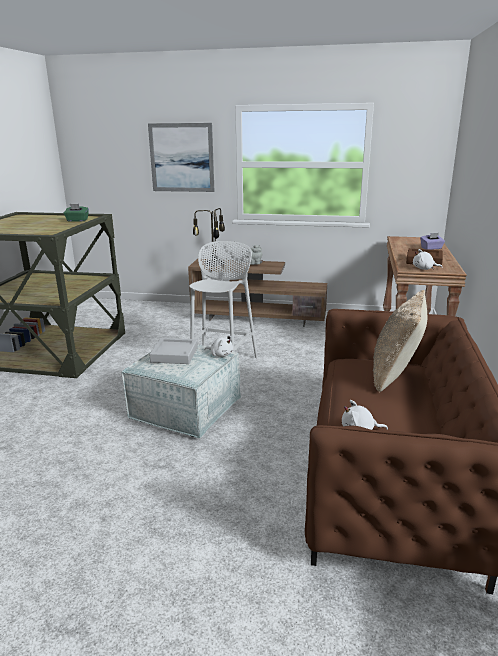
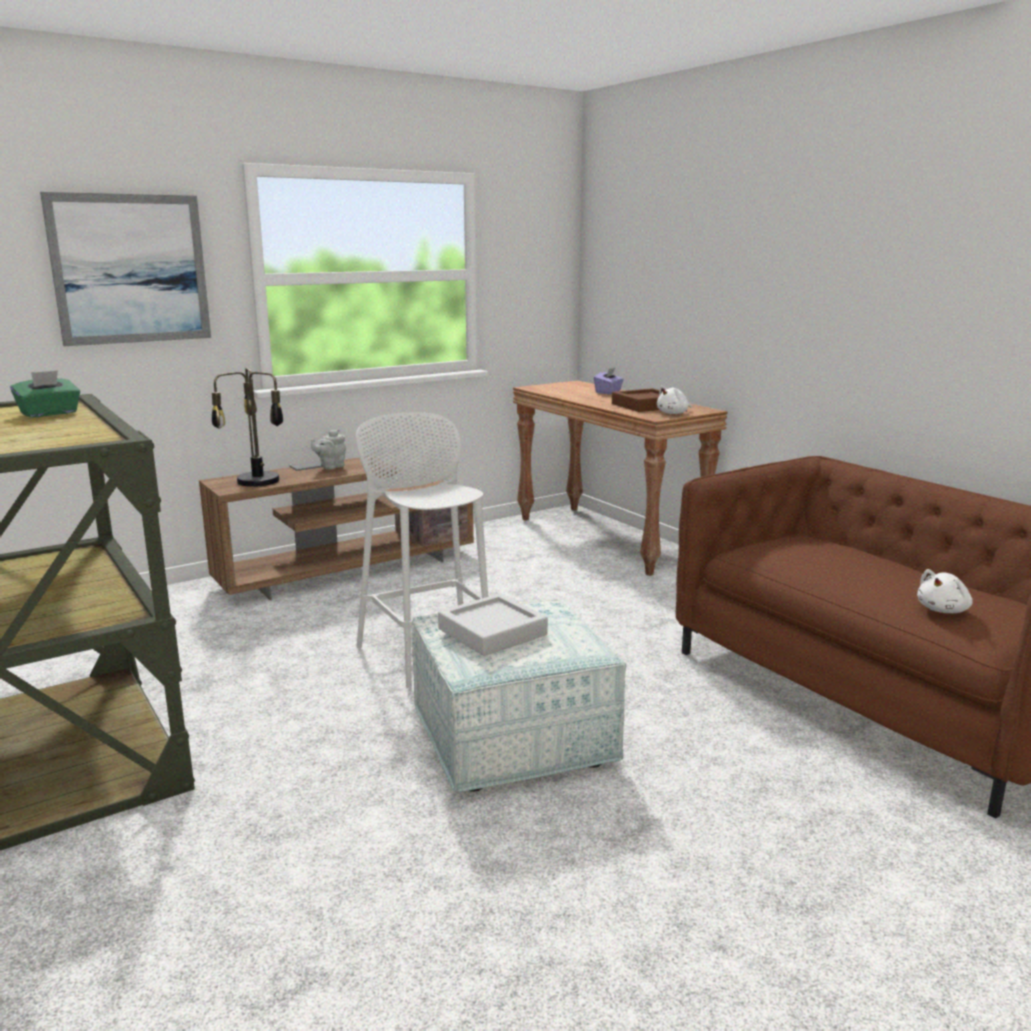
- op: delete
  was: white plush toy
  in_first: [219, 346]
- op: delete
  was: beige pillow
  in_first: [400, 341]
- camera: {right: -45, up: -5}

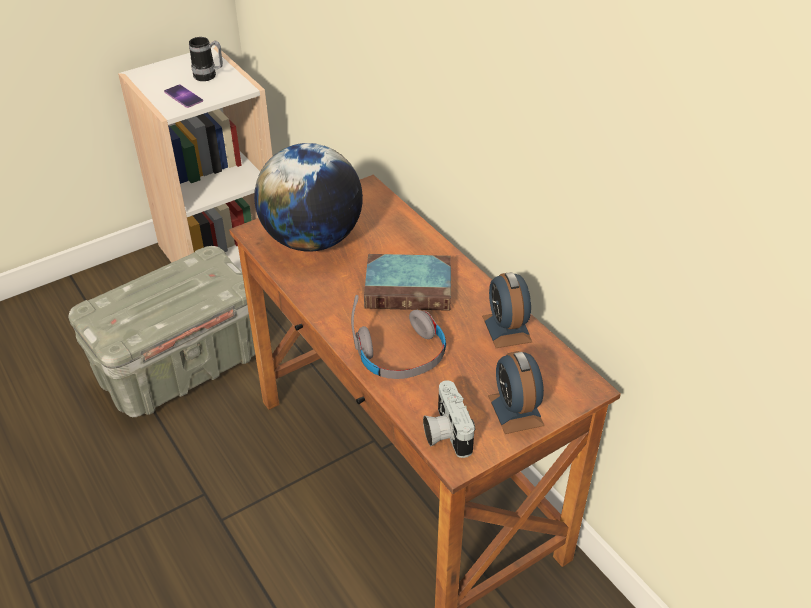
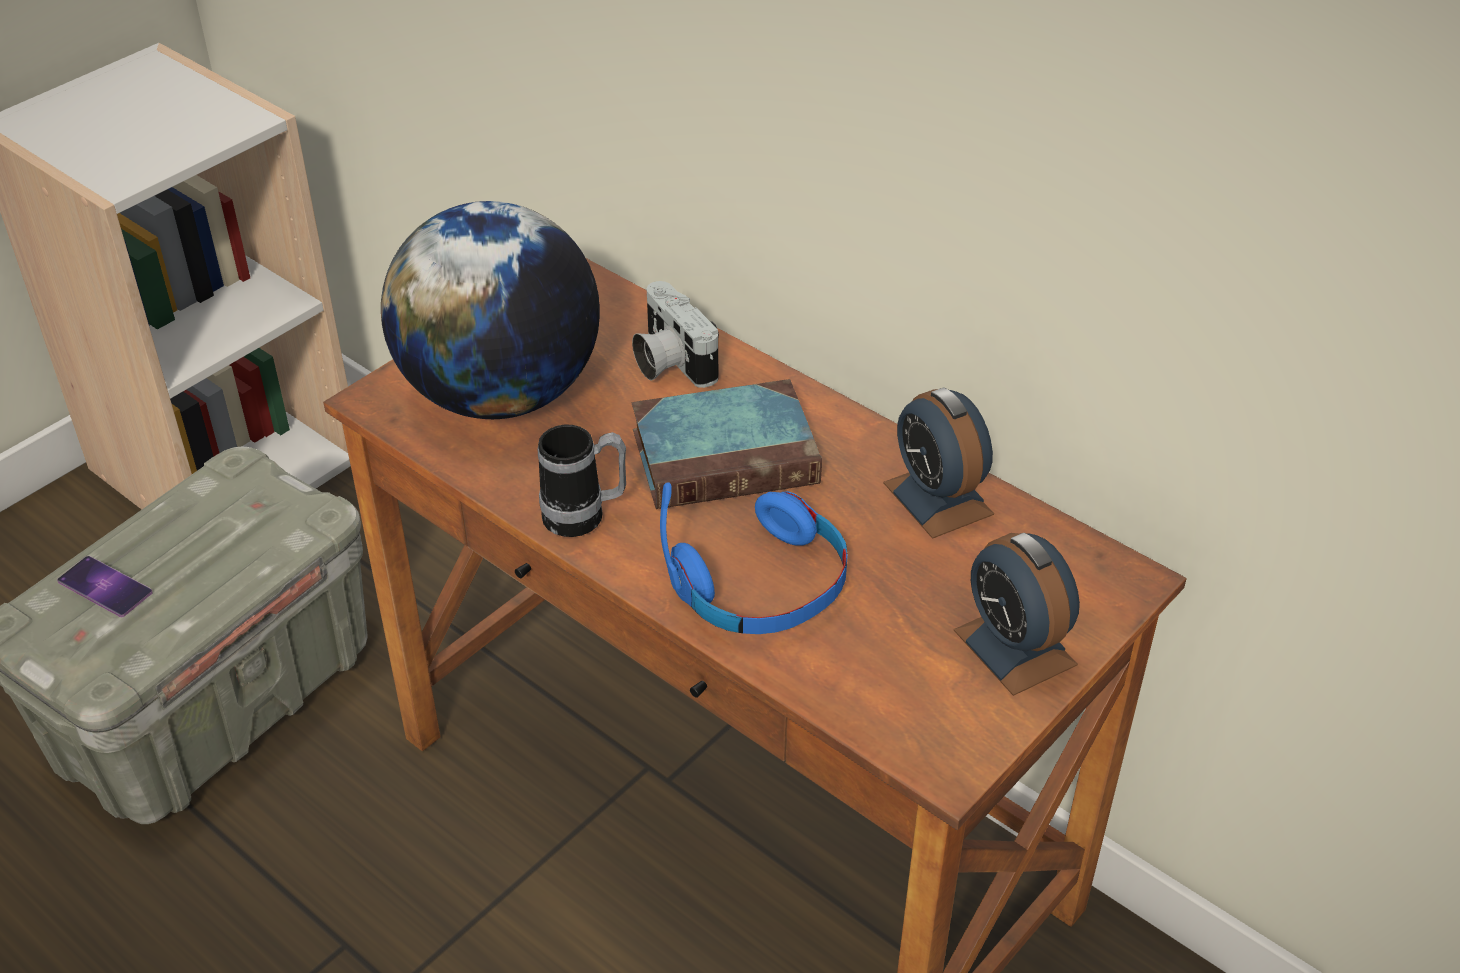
- op: move
  was: phone
  in_first: [183, 96]
  in_second: [104, 586]
- op: move
  was: mug
  in_first: [206, 59]
  in_second: [582, 481]
- op: recolor
  was: grey headphones
  now: blue headphones
  in_first: [398, 337]
  in_second: [754, 558]
- op: move
  was: photo camera
  in_first: [449, 419]
  in_second: [675, 334]
- camera: {right: -15, up: 0}

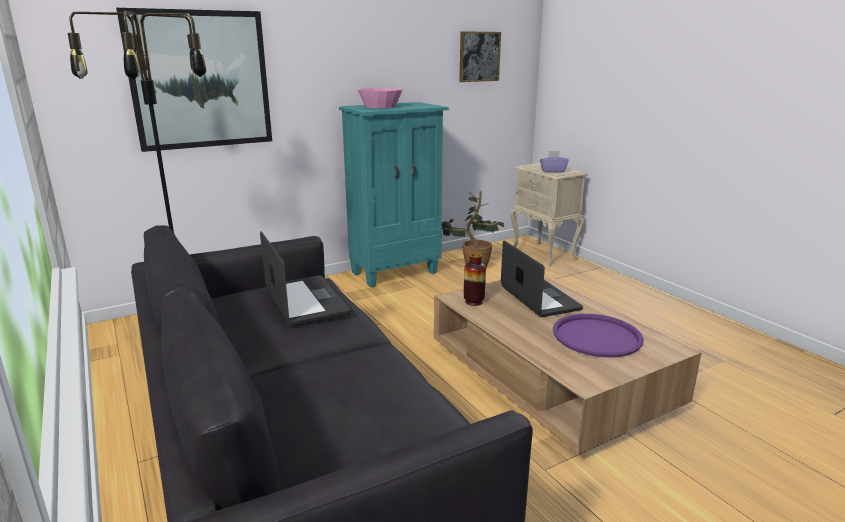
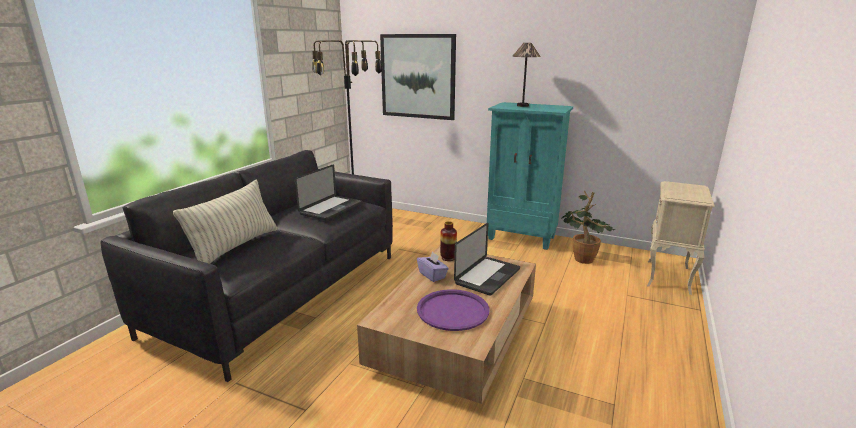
- op: replace
  was: pink bowl
  now: table lamp
  in_first: [380, 98]
  in_second: [526, 75]
- op: delete
  was: picture
  in_first: [480, 56]
- op: move
  was: purple tissue box
  in_first: [554, 162]
  in_second: [433, 267]
- op: insert
  now: pillow
  in_second: [225, 221]
- camera: {right: 55, up: 0}

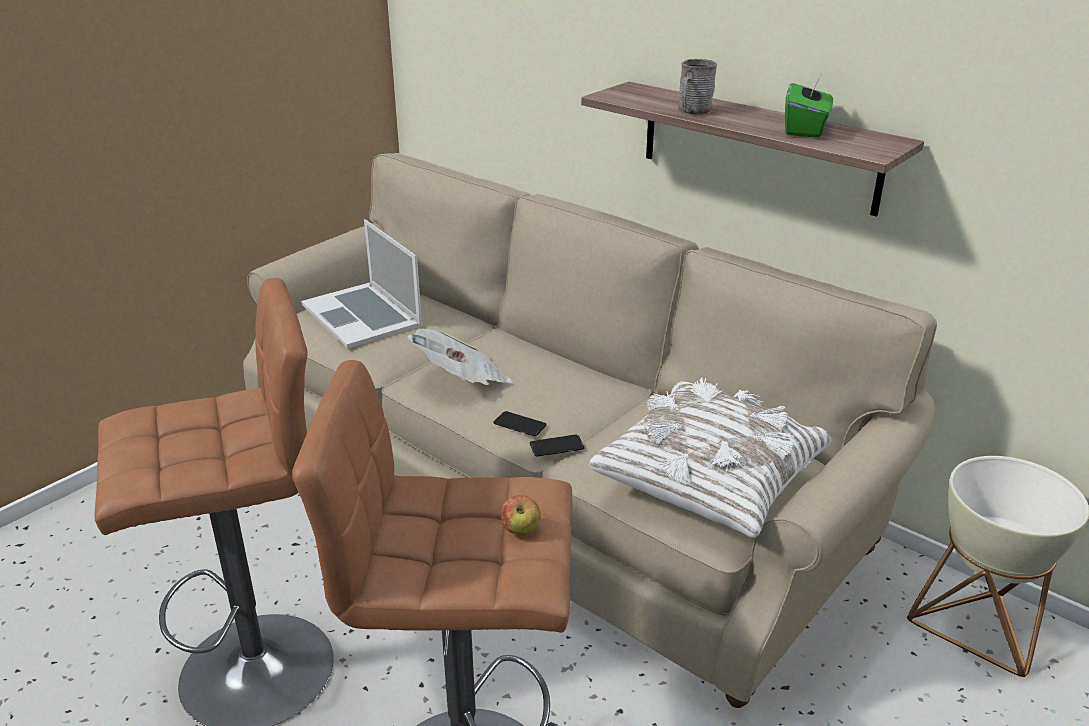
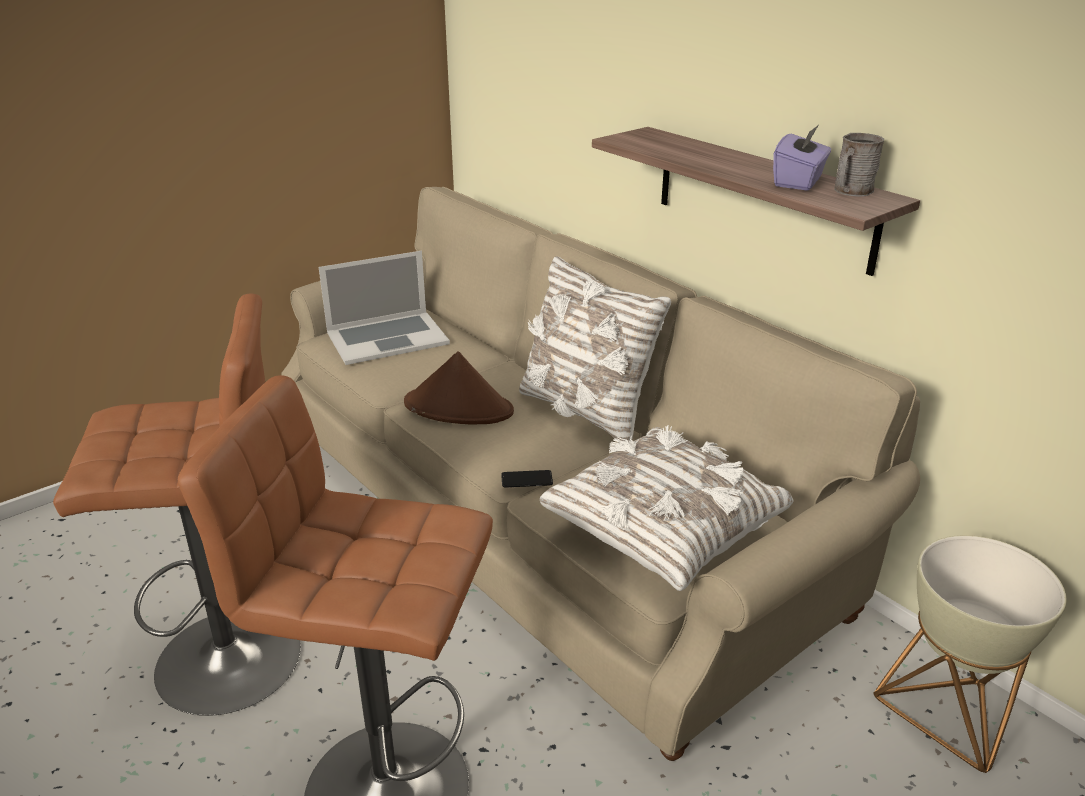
- op: rotate
  was: laptop
  in_first: [361, 284]
  in_second: [384, 308]
  clockwise: -90
- op: replace
  was: newspaper
  now: brown hat
  in_first: [460, 356]
  in_second: [459, 388]
- op: delete
  was: phone
  in_first: [520, 423]
- op: delete
  was: apple
  in_first: [521, 515]
- op: move
  was: grey mug
  in_first: [697, 87]
  in_second: [859, 165]
- op: recolor
  was: green tissue box
  now: purple tissue box
  in_first: [809, 106]
  in_second: [802, 158]
- op: insert
  now: white pillow
  in_second: [595, 349]
- camera: {right: 10, up: 0}

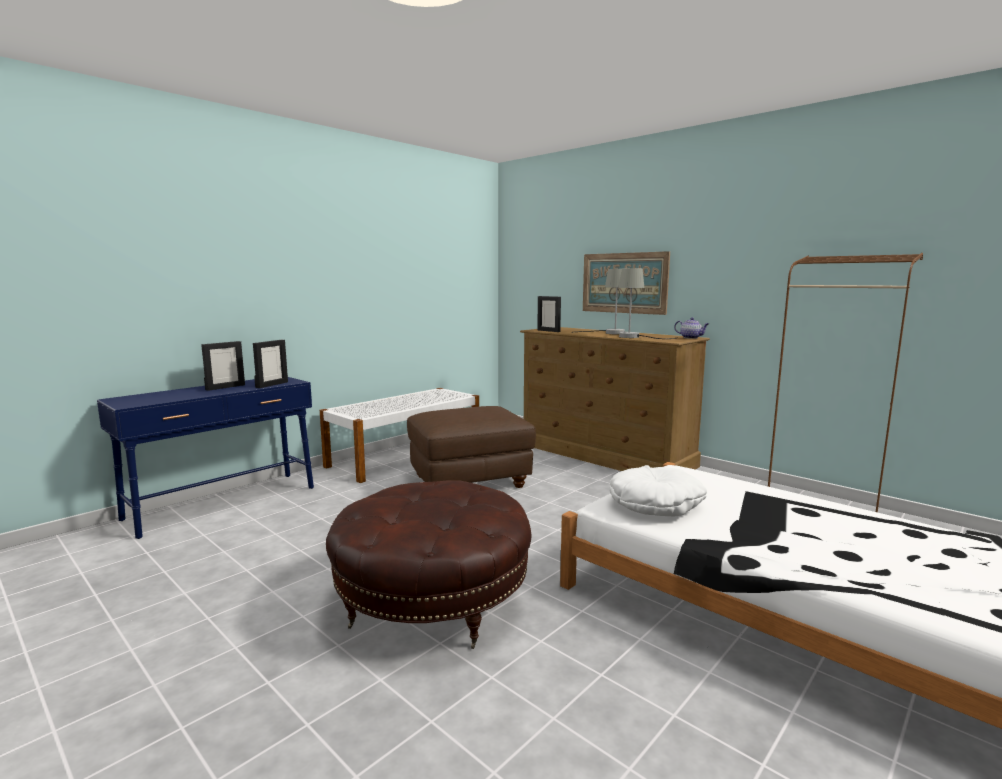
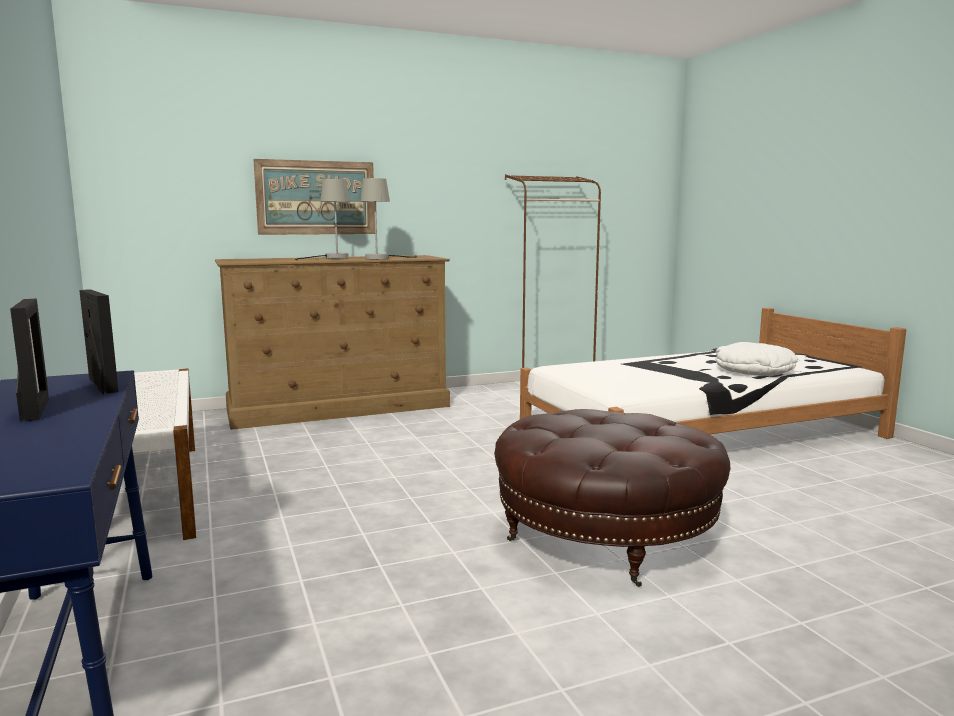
- op: delete
  was: brown ottoman
  in_first: [471, 447]
- op: delete
  was: picture frame
  in_first: [549, 314]
- op: move
  was: white pillow
  in_first: [658, 490]
  in_second: [757, 359]
- op: delete
  was: teapot
  in_first: [691, 328]
- camera: {right: -65, up: 0}

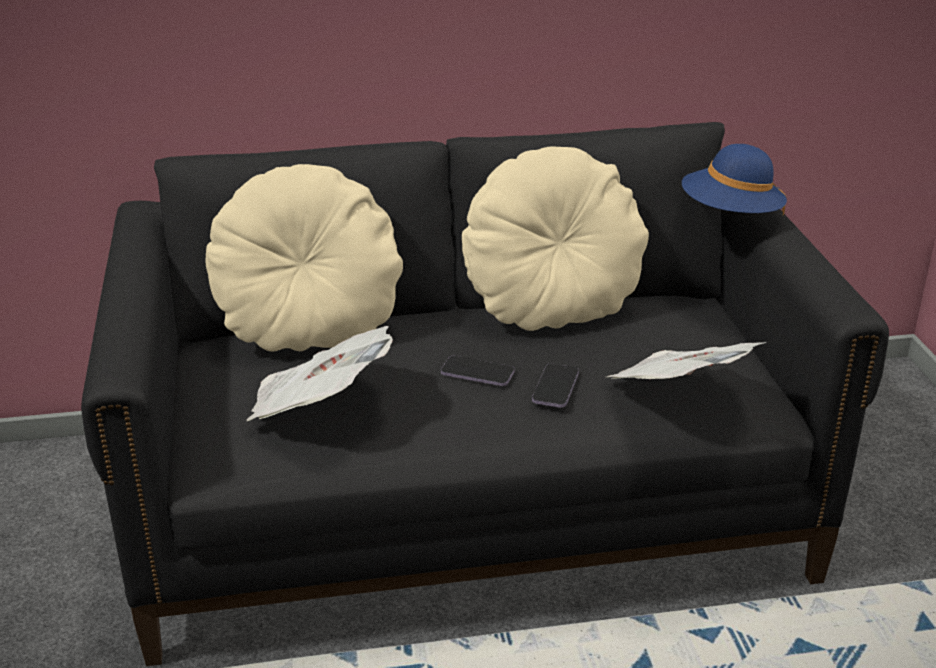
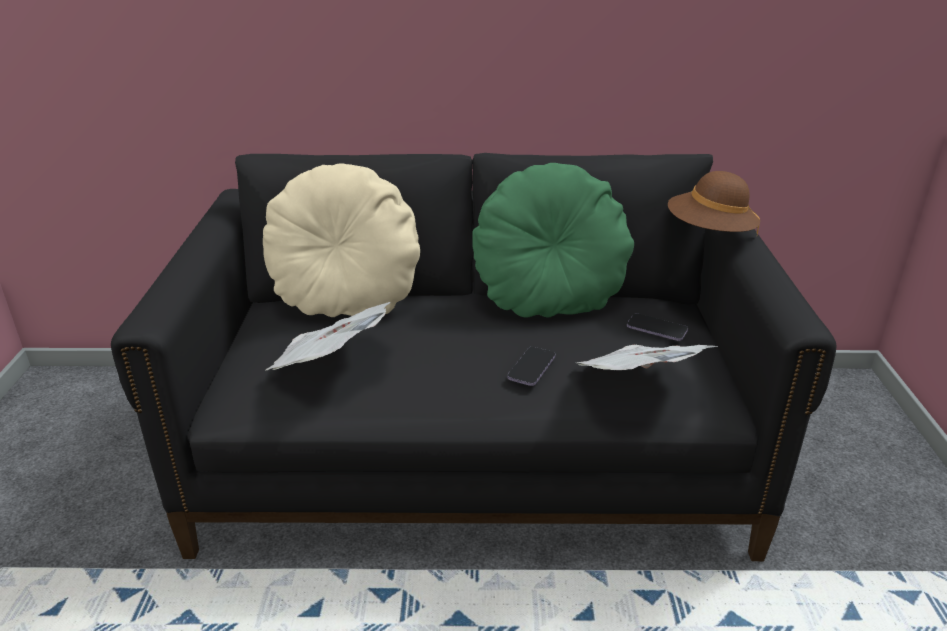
- op: move
  was: phone
  in_first: [478, 371]
  in_second: [657, 327]
- op: recolor
  was: beige pillow
  now: green pillow
  in_first: [555, 238]
  in_second: [553, 240]
- op: recolor
  was: blue hat
  now: brown hat
  in_first: [734, 180]
  in_second: [714, 203]
- camera: {right: 10, up: 0}

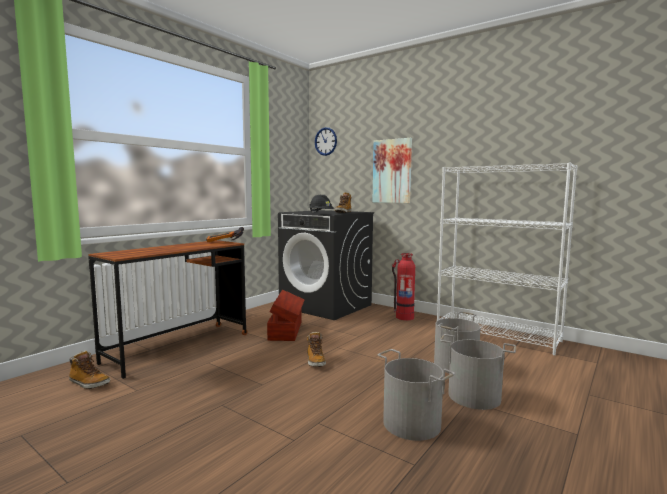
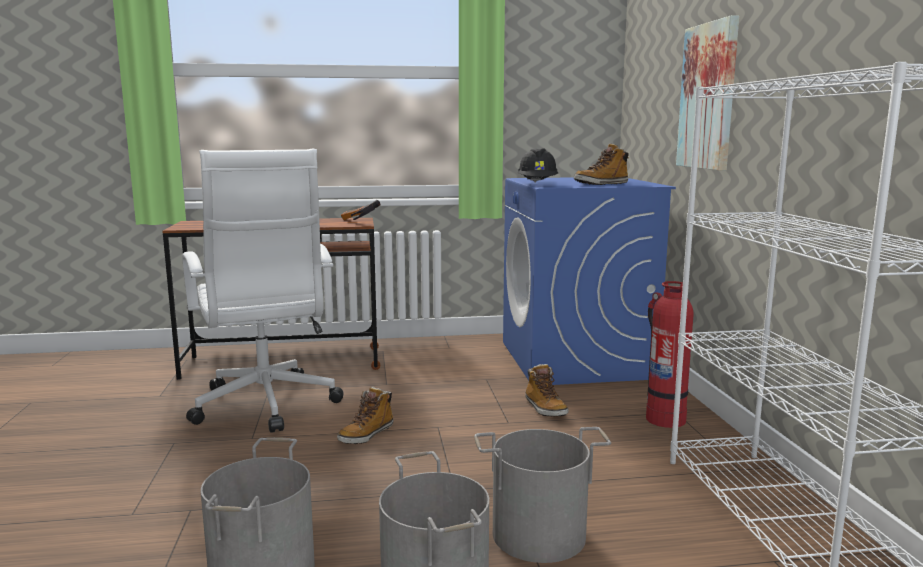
- op: move
  was: boot
  in_first: [89, 370]
  in_second: [547, 390]
- op: delete
  was: brown storage box
  in_first: [285, 315]
- op: recolor
  was: black washing machine
  now: blue washing machine
  in_first: [326, 265]
  in_second: [589, 281]
- op: delete
  was: wall clock
  in_first: [326, 141]
- op: insert
  now: white office chair
  in_second: [263, 291]
- camera: {right: 45, up: 5}

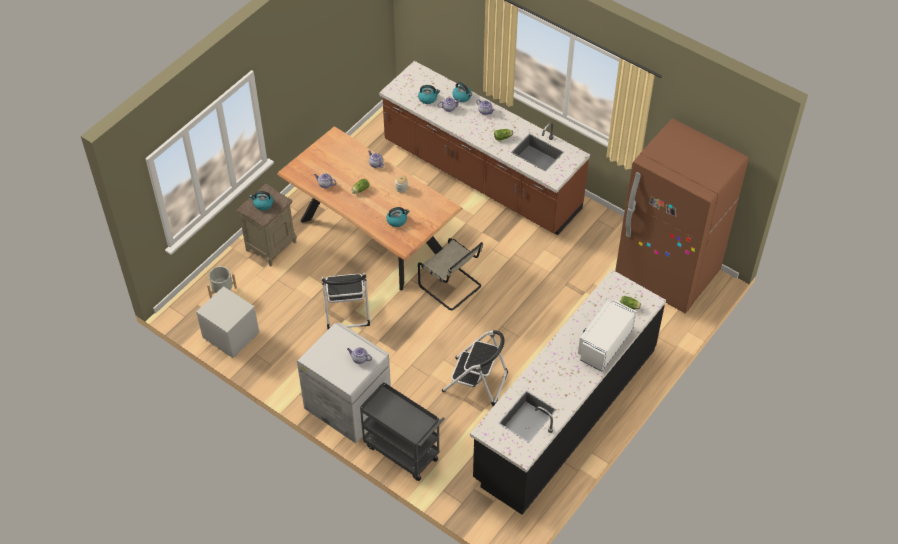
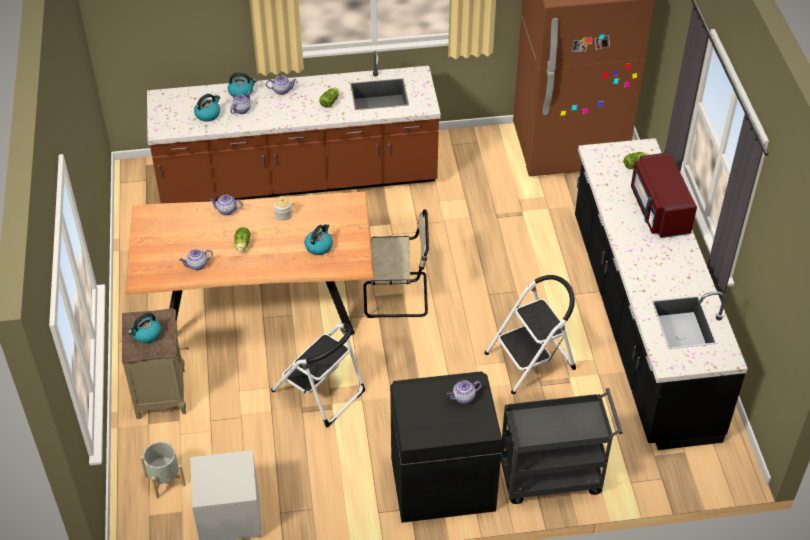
- op: recolor
  was: white washing machine
  now: black washing machine
  in_first: [344, 383]
  in_second: [446, 447]
- op: recolor
  was: white microwave
  now: red microwave
  in_first: [607, 336]
  in_second: [664, 195]
- camera: {right: -45, up: -5}

